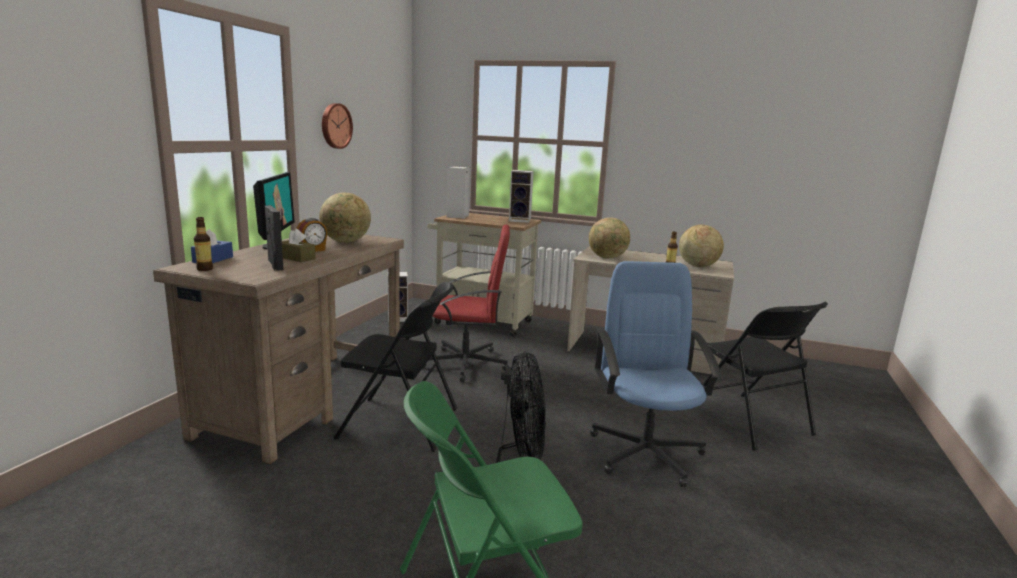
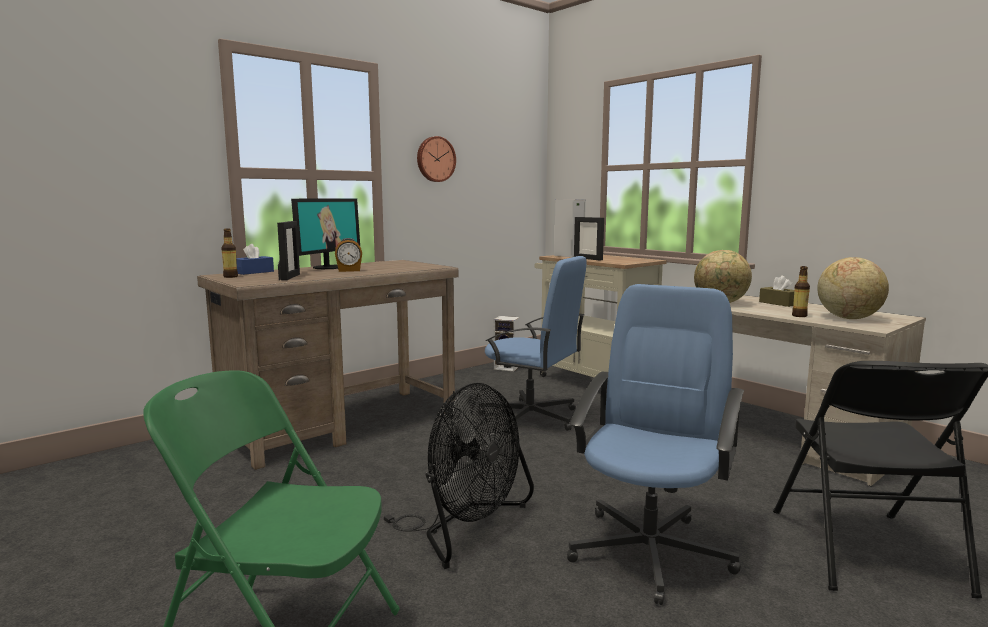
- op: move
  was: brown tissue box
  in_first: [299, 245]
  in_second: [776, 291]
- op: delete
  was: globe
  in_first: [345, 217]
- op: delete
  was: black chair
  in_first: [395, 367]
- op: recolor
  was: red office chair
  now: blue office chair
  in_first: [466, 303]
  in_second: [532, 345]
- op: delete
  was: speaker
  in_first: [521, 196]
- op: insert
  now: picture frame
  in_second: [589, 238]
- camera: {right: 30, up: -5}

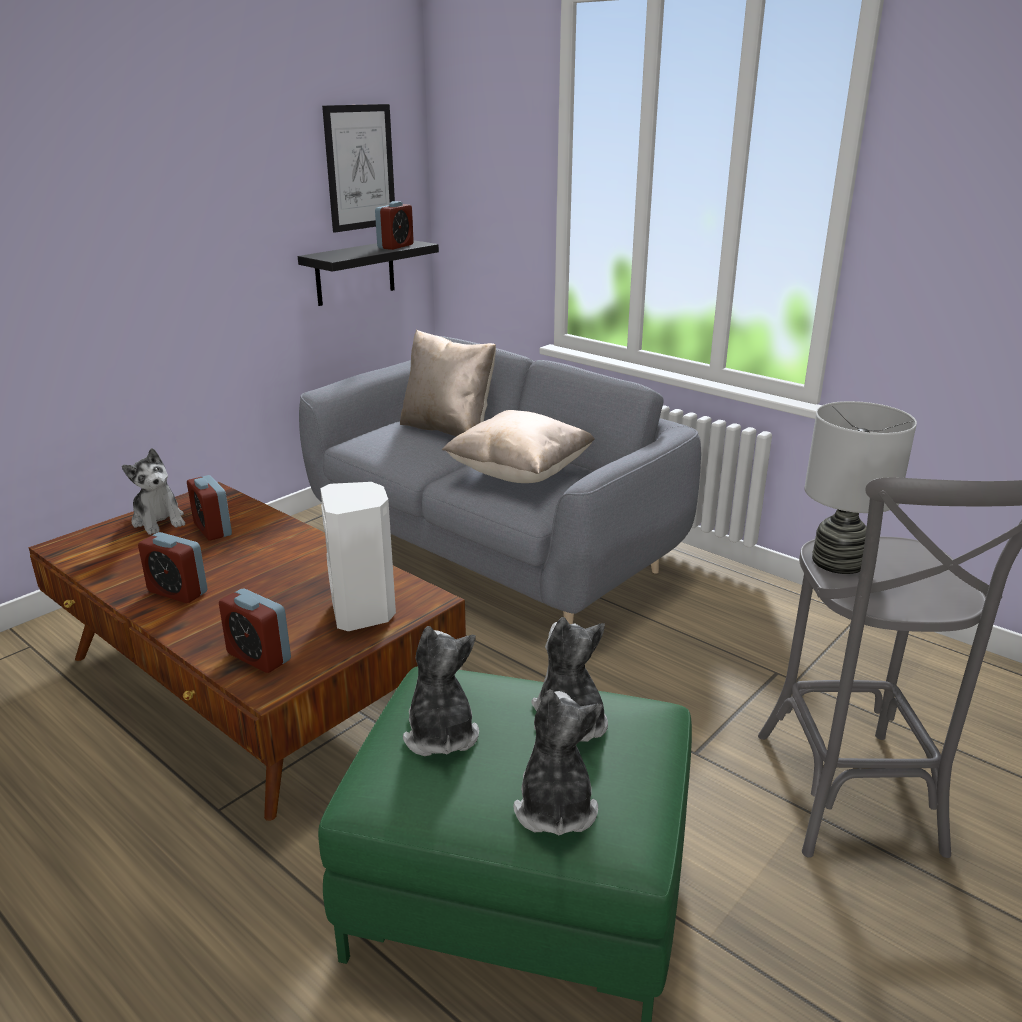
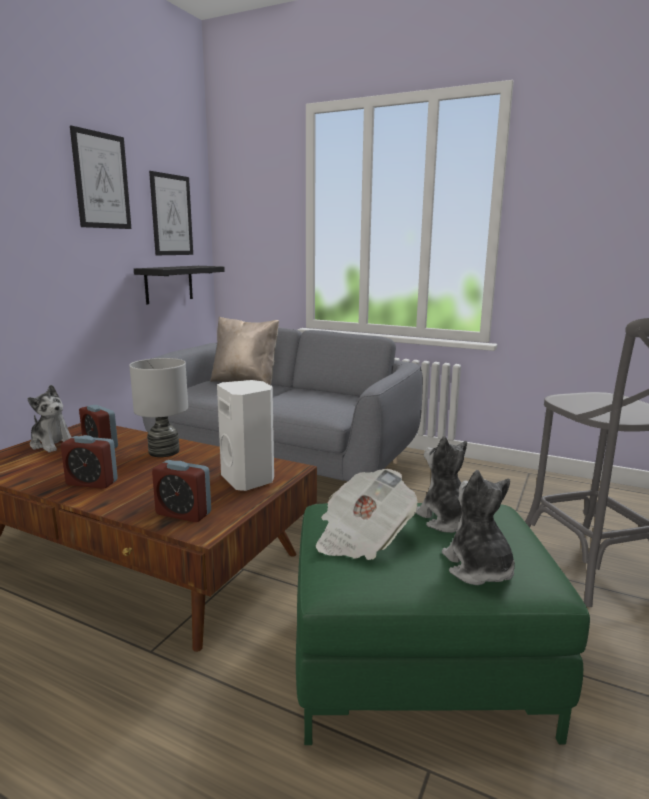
- op: delete
  was: alarm clock
  in_first: [394, 225]
- op: replace
  was: plush toy
  now: newspaper
  in_first: [441, 691]
  in_second: [366, 514]
- op: delete
  was: beige pillow
  in_first: [518, 446]
- op: move
  was: grey table lamp
  in_first: [860, 487]
  in_second: [158, 407]
- op: insert
  now: picture
  in_second: [100, 177]
- camera: {right: -15, up: -10}

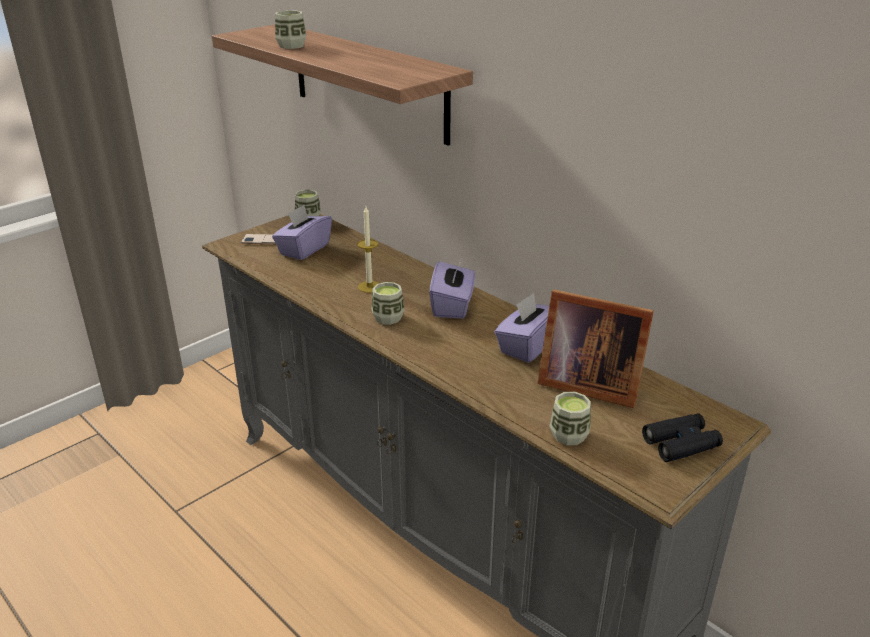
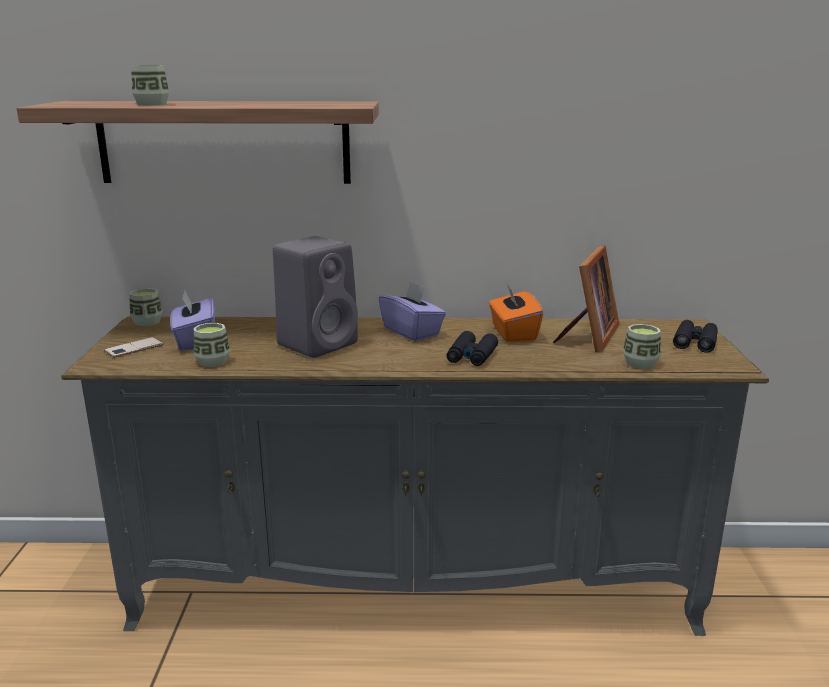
- op: replace
  was: candle
  now: grey speaker
  in_first: [368, 250]
  in_second: [315, 297]
- op: move
  was: cup
  in_first: [388, 303]
  in_second: [211, 345]
- op: recolor
  was: purple tissue box
  now: orange tissue box
  in_first: [521, 328]
  in_second: [516, 313]
- op: rotate
  was: picture frame
  in_first: [595, 349]
  in_second: [586, 298]
  clockwise: -45
- op: insert
  now: black binoculars
  in_second: [472, 348]
- camera: {right: -45, up: -10}

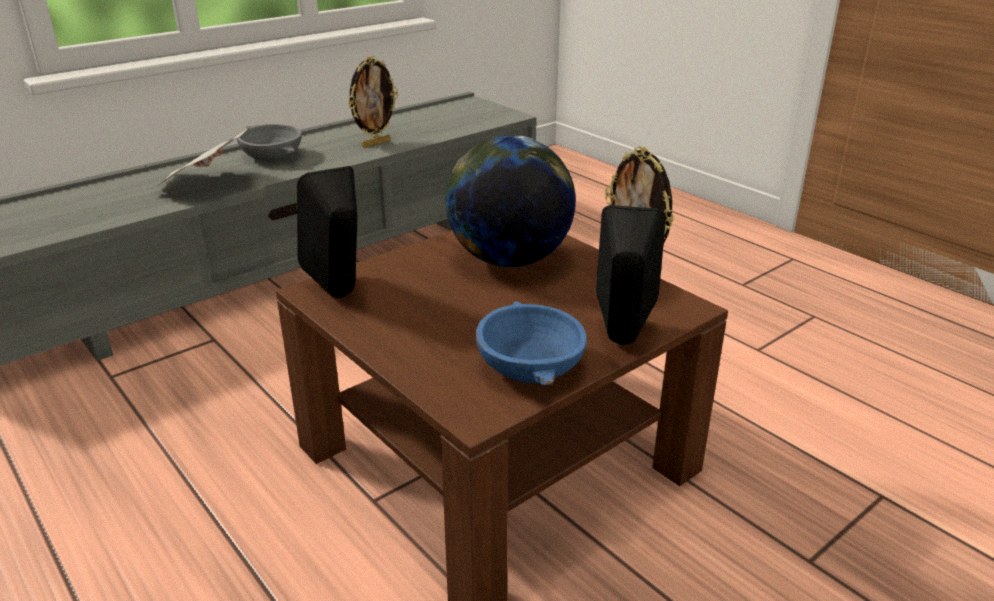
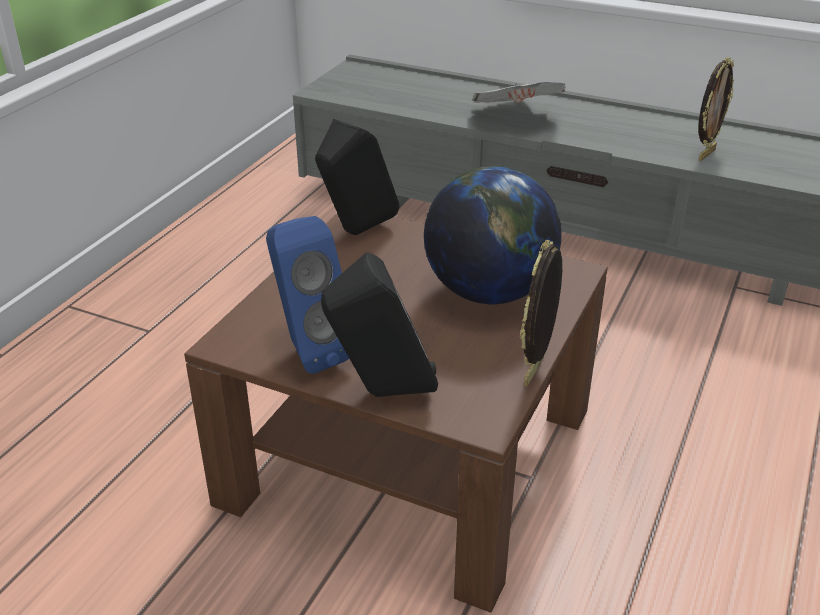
- op: delete
  was: grey bowl
  in_first: [269, 143]
- op: rotate
  was: picture frame
  in_first: [373, 102]
  in_second: [716, 109]
  clockwise: -75
- op: replace
  was: blue bowl
  now: blue speaker
  in_first: [531, 343]
  in_second: [307, 295]
- camera: {right: 65, up: 5}

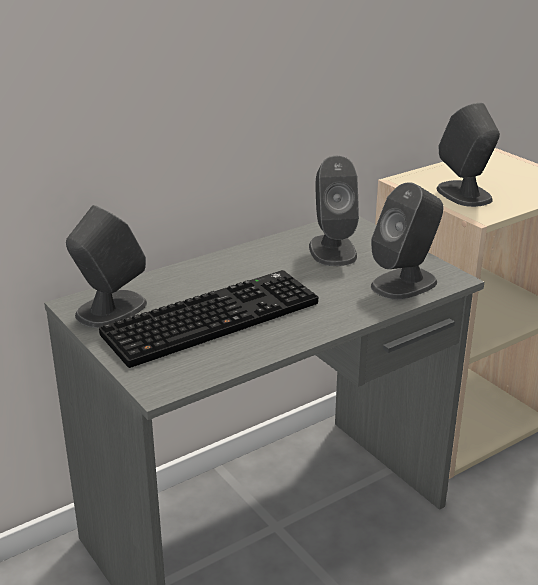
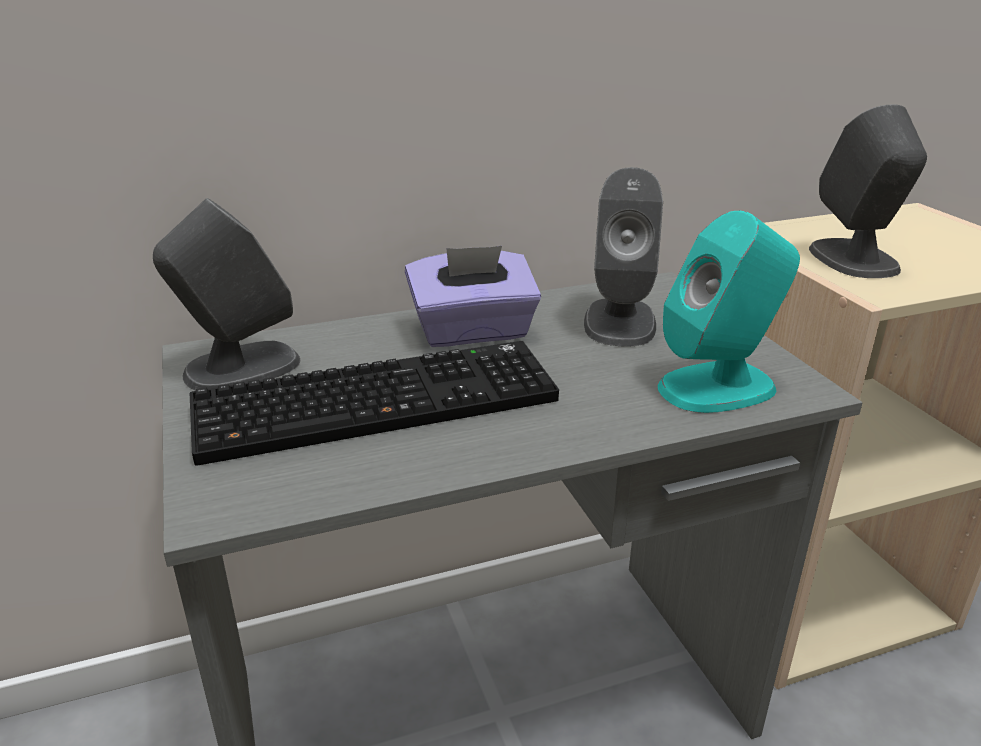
- op: recolor
  was: grey speaker
  now: turquoise speaker
  in_first: [407, 240]
  in_second: [729, 312]
- op: insert
  now: purple tissue box
  in_second: [473, 296]
- camera: {right: 15, up: 0}

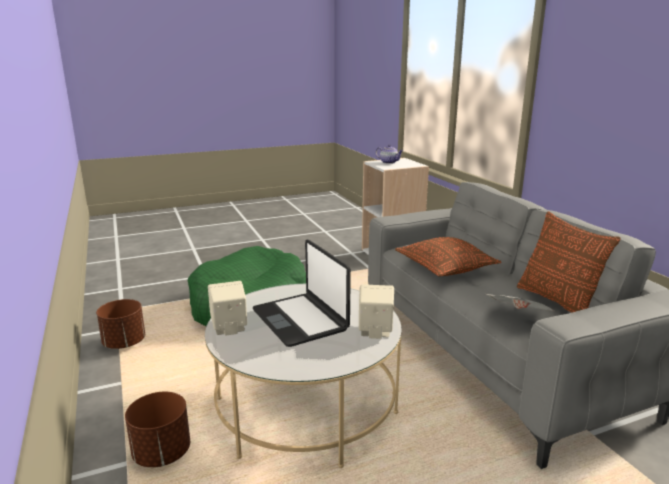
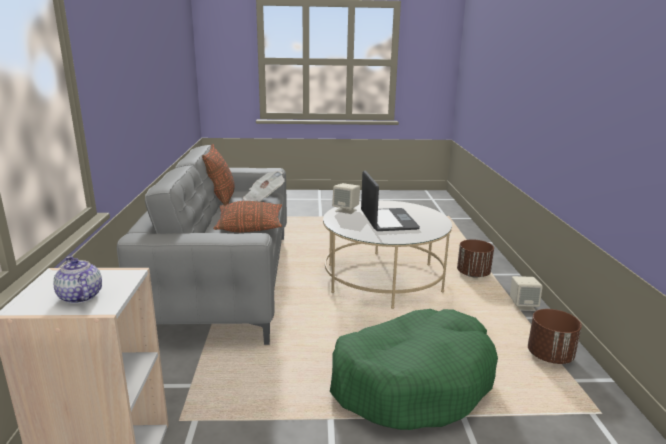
- op: move
  was: beige speaker
  in_first: [227, 308]
  in_second: [526, 293]
- camera: {right: -160, up: 0}

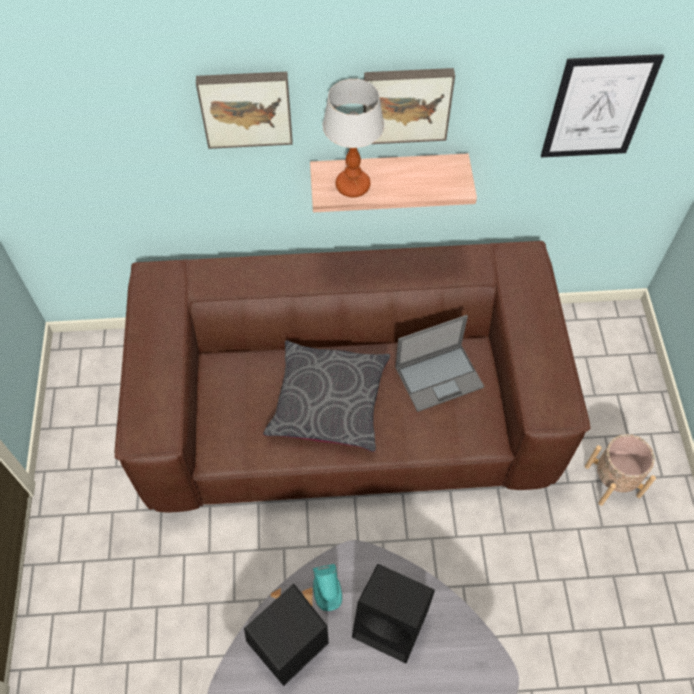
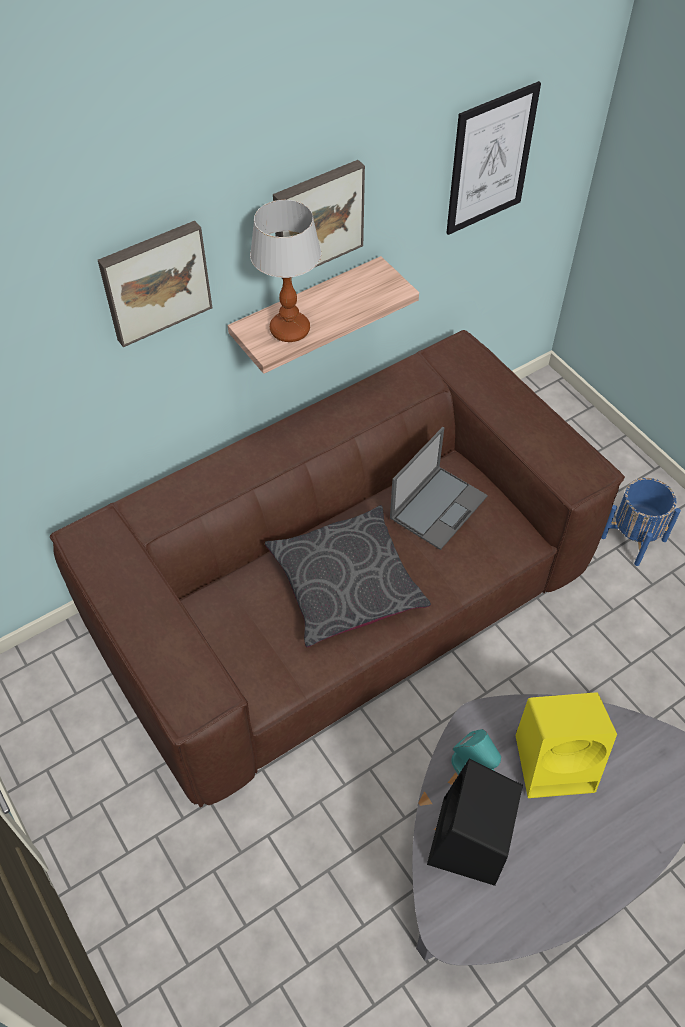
- op: recolor
  was: black speaker
  now: yellow speaker
  in_first: [393, 613]
  in_second: [566, 745]
- op: recolor
  was: beige planter
  now: blue planter
  in_first: [620, 470]
  in_second: [641, 522]
- camera: {right: -30, up: -5}

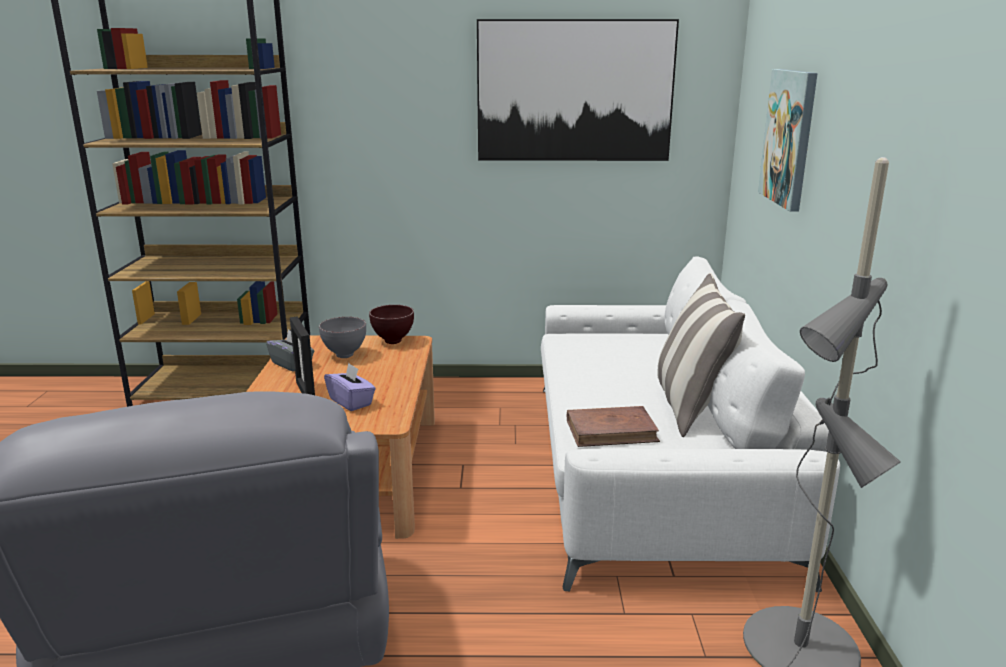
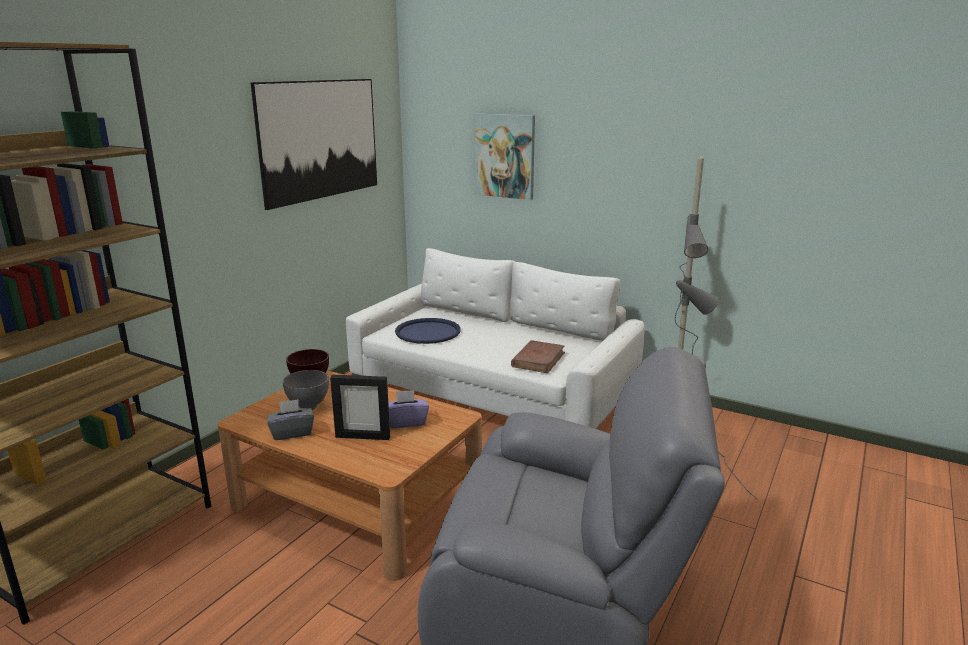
- op: delete
  was: pillow
  in_first: [701, 355]
- op: insert
  now: blue tray
  in_second: [428, 331]
- camera: {right: -60, up: 0}

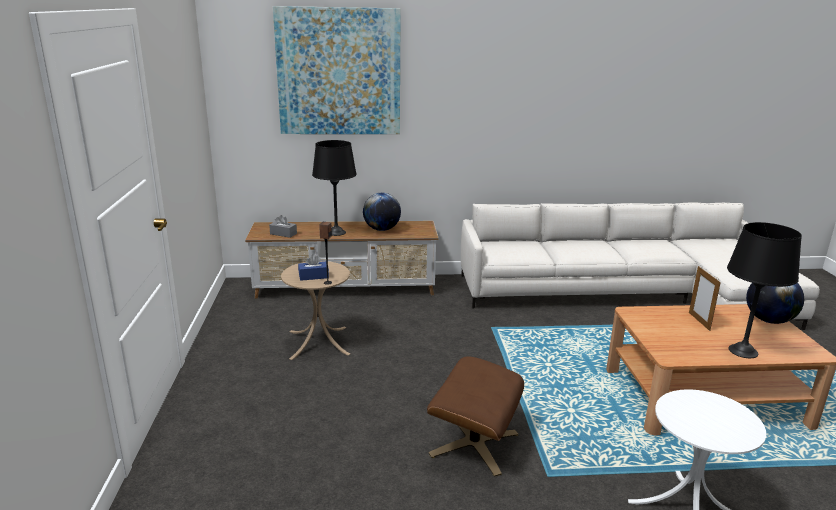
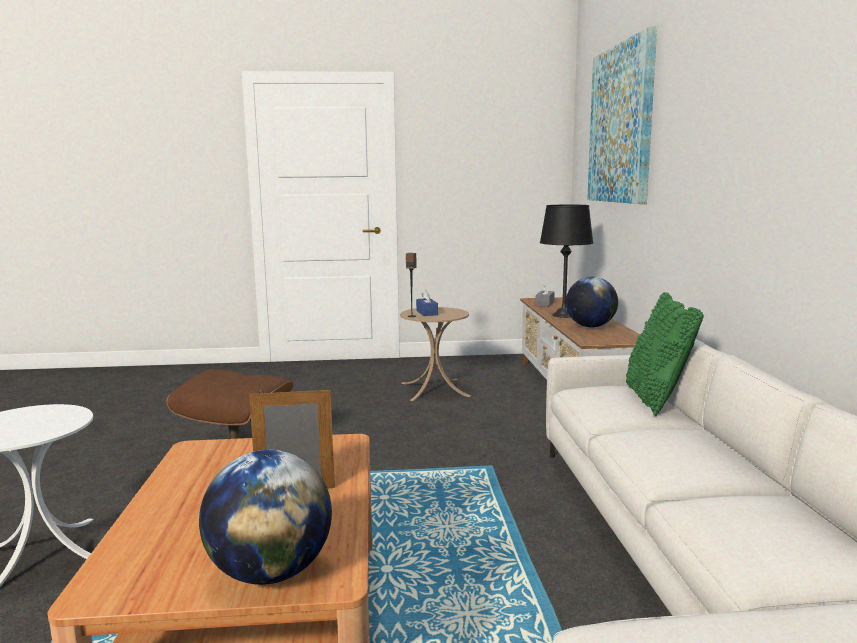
- op: delete
  was: black table lamp
  in_first: [764, 290]
- op: insert
  now: green pillow
  in_second: [665, 354]
- camera: {right: 90, up: -10}

